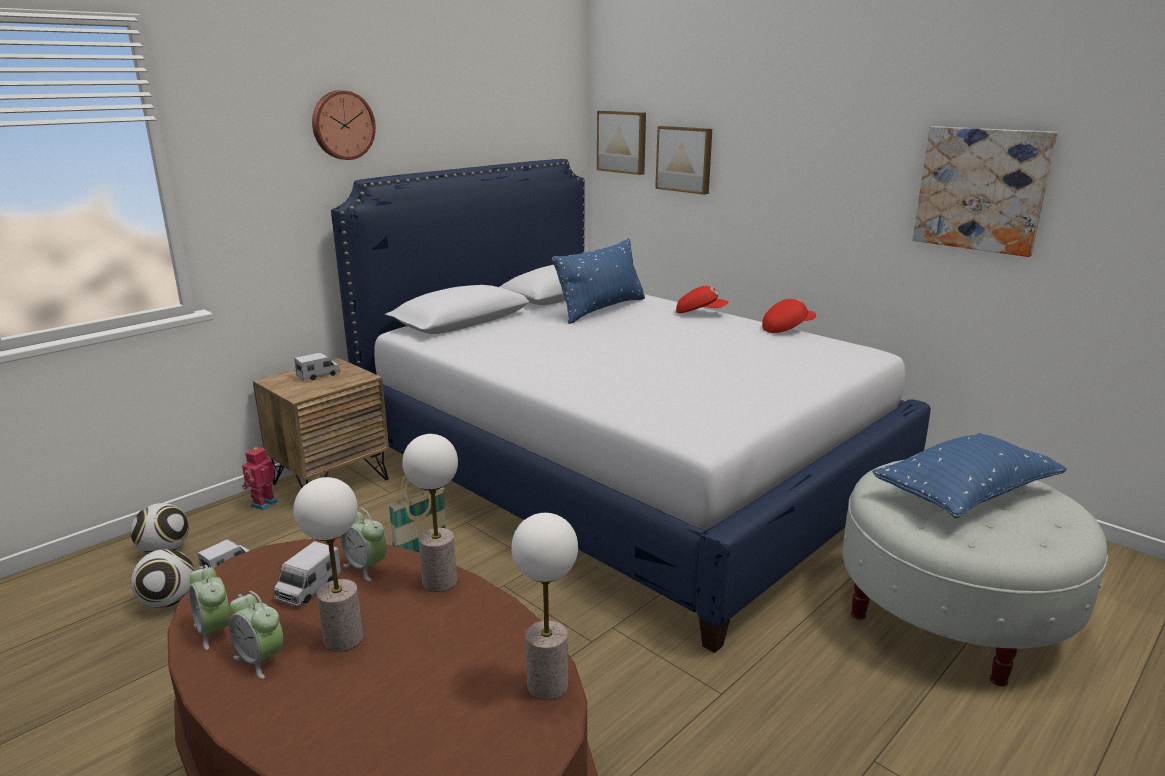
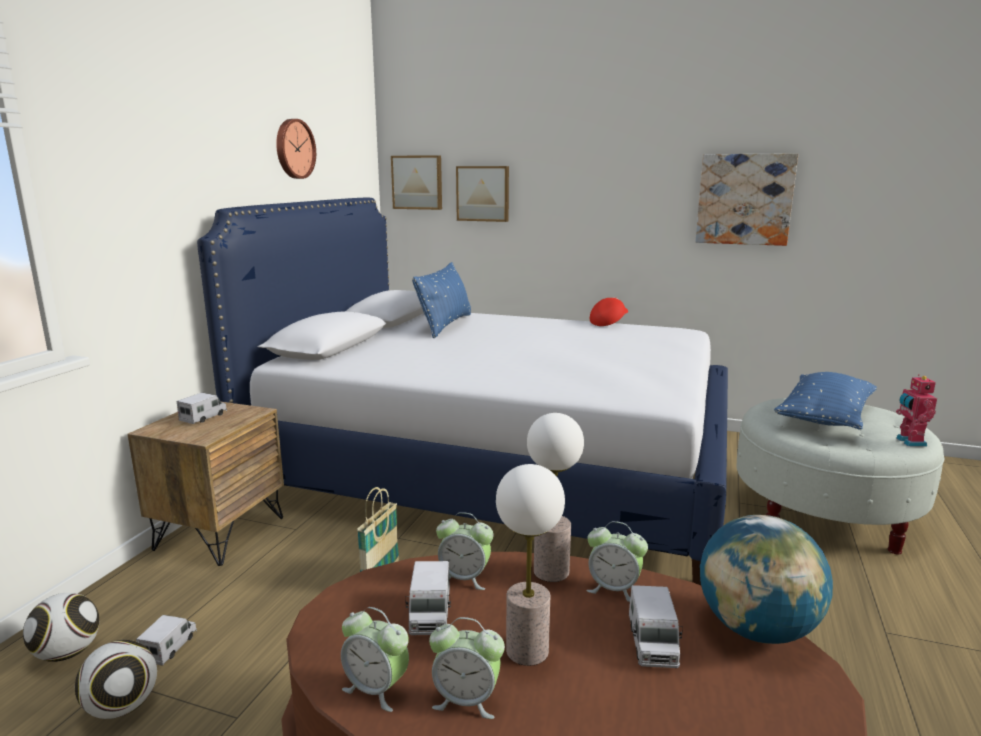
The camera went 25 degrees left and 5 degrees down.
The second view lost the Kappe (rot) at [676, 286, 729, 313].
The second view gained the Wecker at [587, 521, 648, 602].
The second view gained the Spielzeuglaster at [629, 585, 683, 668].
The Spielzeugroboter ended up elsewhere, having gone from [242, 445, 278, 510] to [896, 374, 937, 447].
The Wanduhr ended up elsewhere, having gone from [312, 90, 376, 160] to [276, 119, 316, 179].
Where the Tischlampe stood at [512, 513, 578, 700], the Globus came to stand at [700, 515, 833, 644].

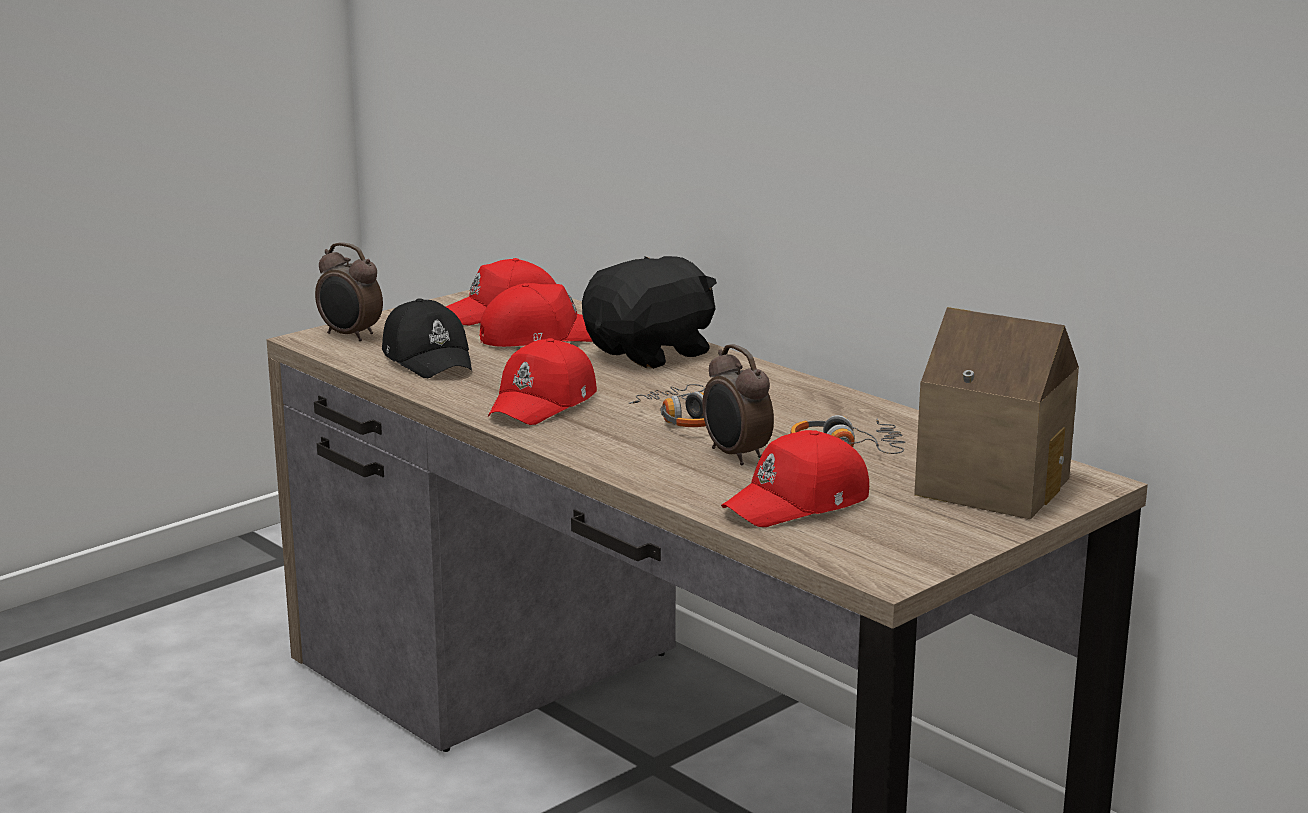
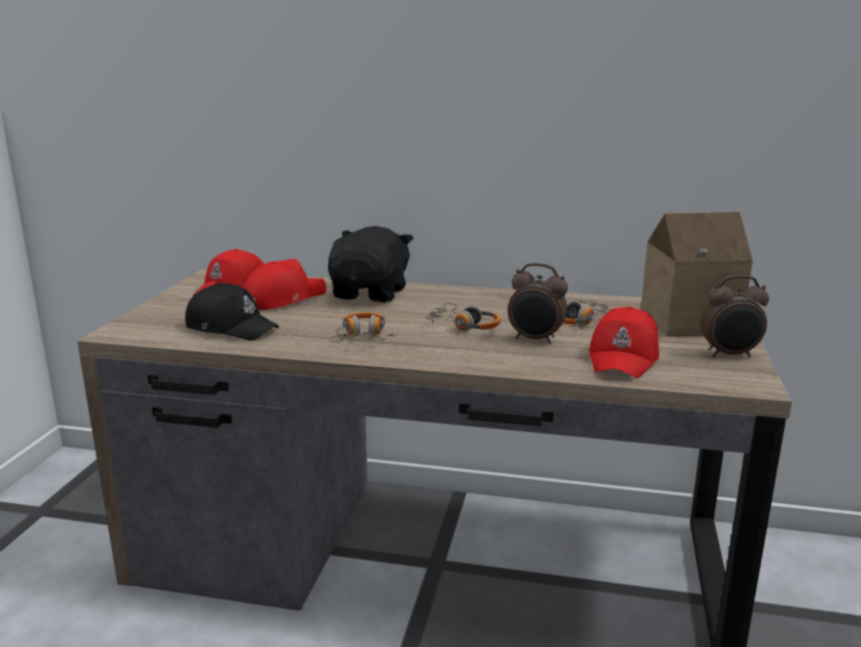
The camera went 35 degrees left and 0 degrees up.
The Wecker ended up elsewhere, having gone from [315, 242, 383, 341] to [700, 275, 769, 358].
Where the Kappe (rot) stood at [488, 338, 597, 425], the Kopfhörer came to stand at [329, 312, 397, 343].

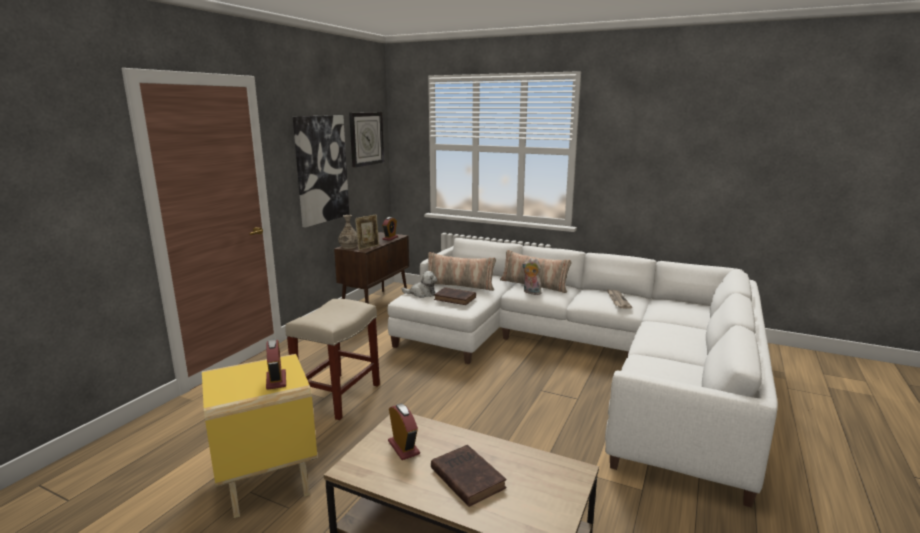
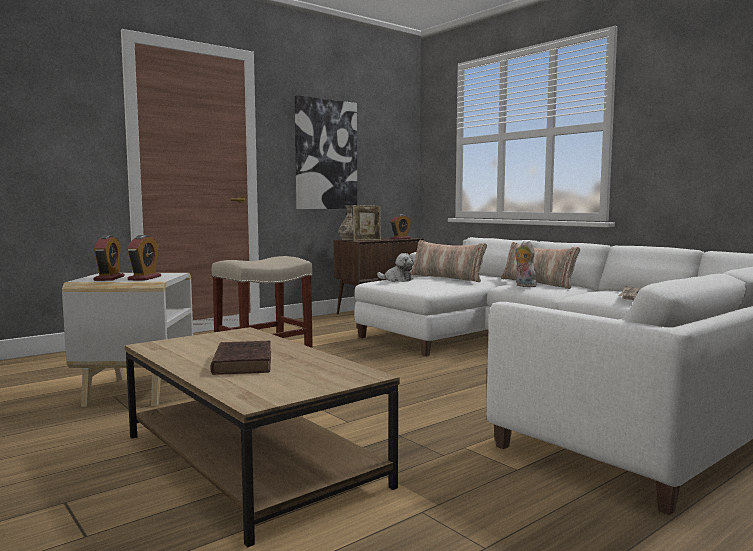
The camera went 25 degrees right and 10 degrees down.
The second view lost the Wanduhr at [349, 112, 384, 167].
The second view lost the Buch (braun) at [434, 287, 476, 305].
The Wecker ended up elsewhere, having gone from [388, 404, 420, 460] to [93, 235, 124, 281].
What was the Beistelltisch (gelb) at [202, 354, 317, 518] turned into the Beistelltisch (weiß) at [62, 273, 193, 407].

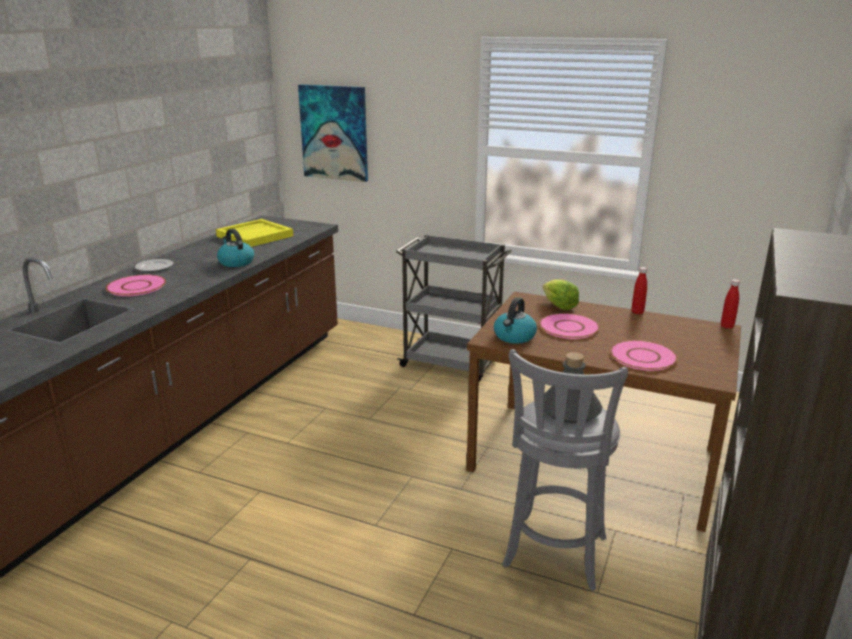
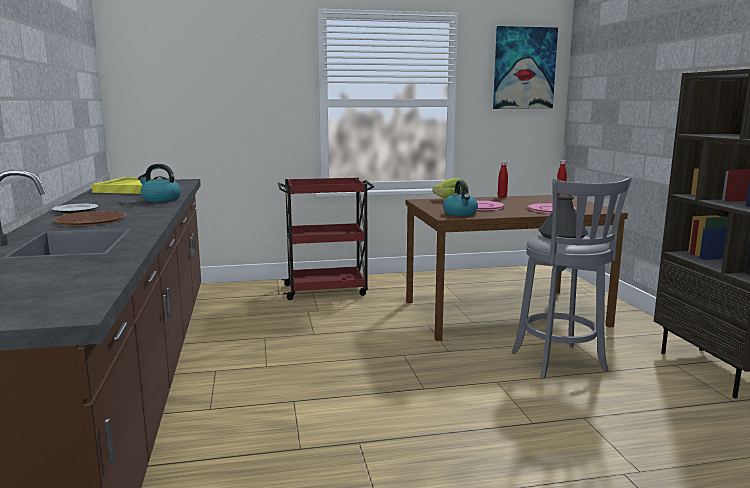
The camera went 35 degrees left and 10 degrees down.
The Bild ended up elsewhere, having gone from [298, 84, 368, 182] to [493, 26, 558, 109].
What was the Teller (rosa) at [106, 275, 166, 296] turned into the Teller (braun) at [54, 211, 126, 226].
What was the Rollwagen (grau) at [396, 235, 512, 382] turned into the Rollwagen (rot) at [278, 177, 374, 300].

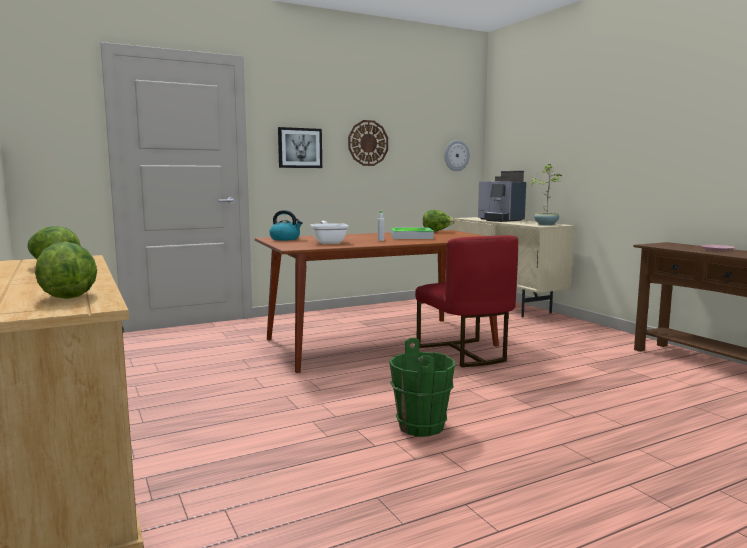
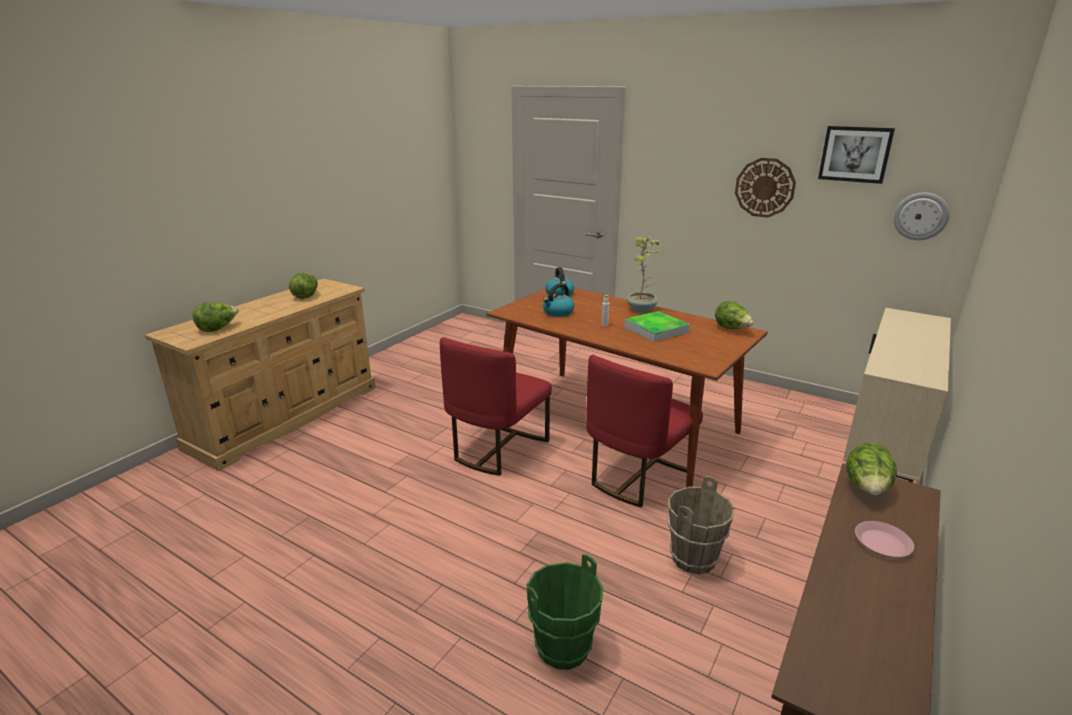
The camera went 60 degrees right and 15 degrees up.
The second view lost the Kaffeemaschine at [478, 171, 526, 222].
The second view gained the Stuhl (rot) at [440, 337, 552, 476].
The second view gained the Eimer (braun) at [667, 476, 735, 574].
The second view gained the Salatkopf at [846, 443, 897, 495].
The Bild ended up elsewhere, having gone from [278, 127, 322, 168] to [818, 126, 895, 184].
The Eimer (grün) ended up elsewhere, having gone from [389, 338, 455, 437] to [526, 554, 604, 670].
The Topfpflanze ended up elsewhere, having gone from [529, 164, 562, 225] to [627, 236, 664, 313].
Where the Pfanne stood at [310, 221, 349, 244], the Wasserkessel came to stand at [543, 283, 575, 317].

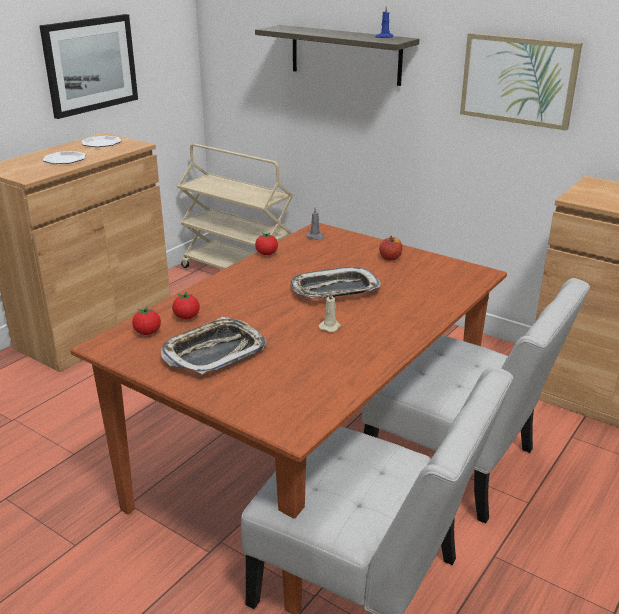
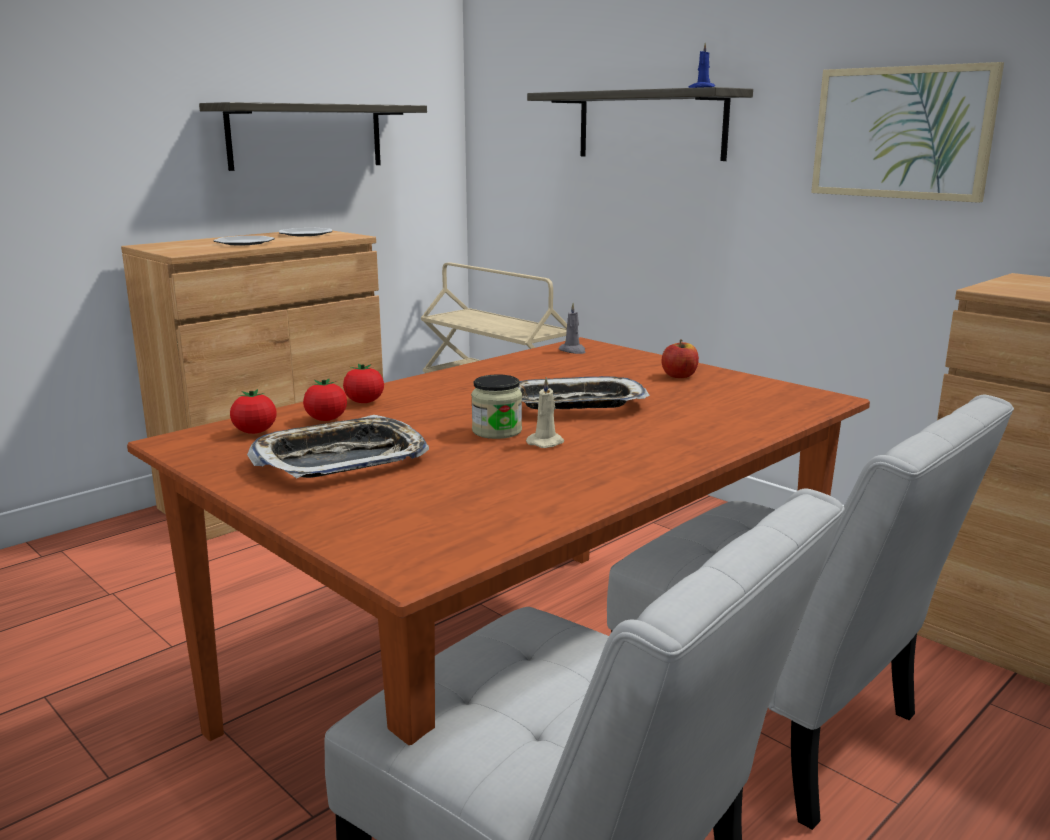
The camera went 10 degrees right and 10 degrees down.
The second view gained the Vorratsglas at [471, 374, 522, 439].
The Tomate ended up elsewhere, having gone from [255, 232, 278, 255] to [343, 364, 384, 403].
Where the Bild hung at [39, 14, 138, 119], the Wandregal came to hang at [199, 102, 427, 171].

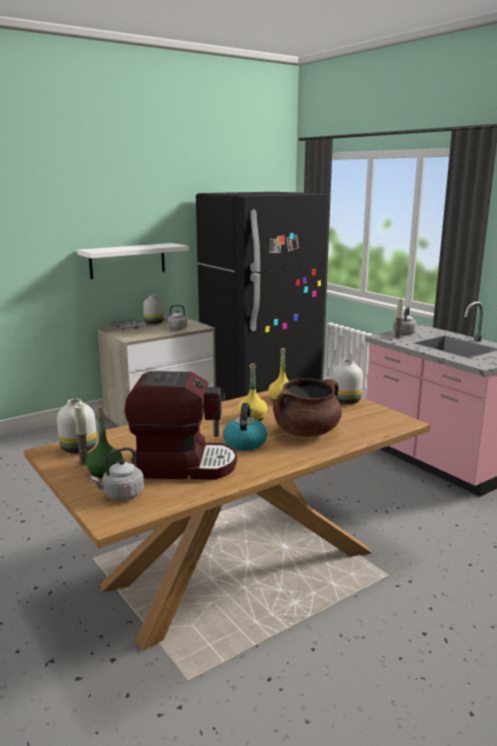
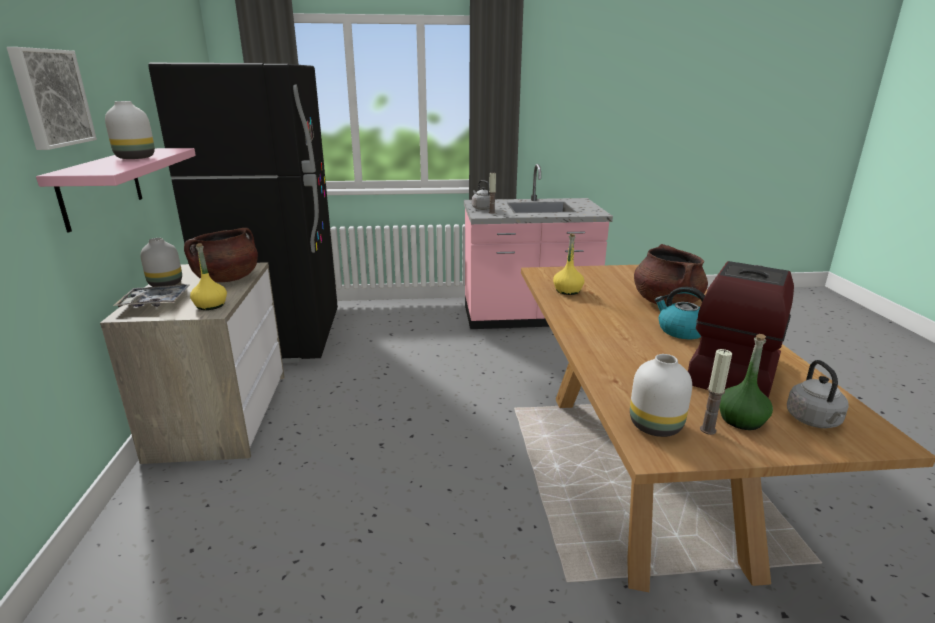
The camera went 60 degrees left and 5 degrees up.
The second view gained the Bild at [7, 47, 97, 150].
The Flasche (gelb) ended up elsewhere, having gone from [238, 363, 268, 421] to [190, 243, 227, 310].
The Vase (weiß) ended up elsewhere, having gone from [332, 359, 363, 404] to [105, 101, 155, 159].
Where the Wasserkessel (grau) stood at [162, 305, 187, 330], the Kochtopf (braun) came to stand at [184, 228, 258, 282].
What was the Wandregal (weiß) at [77, 243, 189, 279] turned into the Wandregal (rosa) at [36, 148, 196, 233].

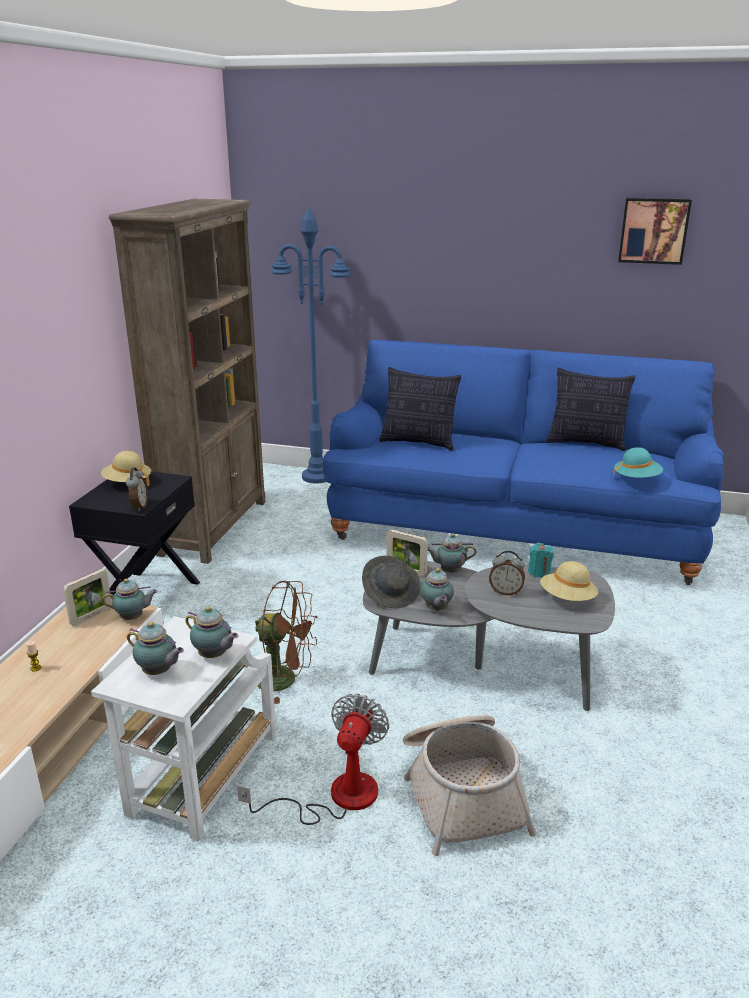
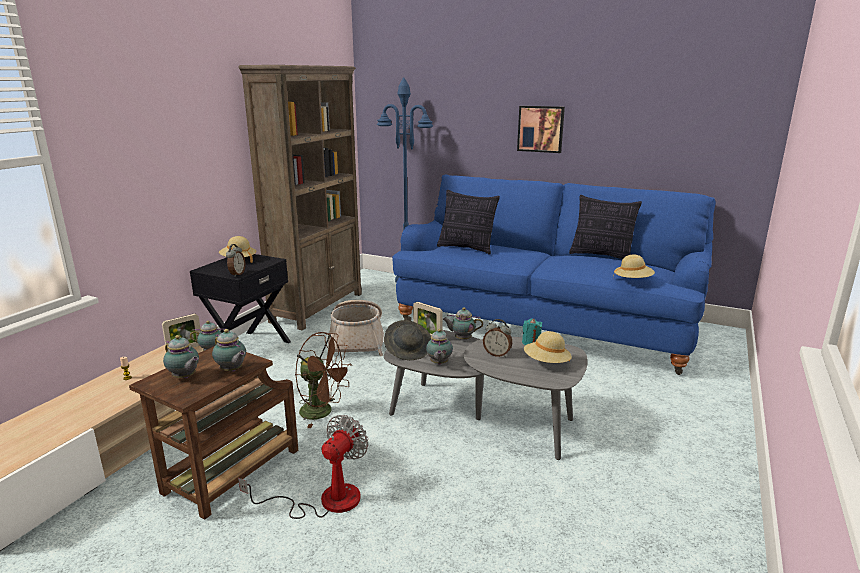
The camera went 10 degrees right and 5 degrees down.
The Korb ended up elsewhere, having gone from [403, 715, 537, 856] to [328, 300, 384, 356].
The Bild ended up elsewhere, having gone from [618, 198, 692, 265] to [517, 106, 565, 153].
What was the Beistelltisch (weiß) at [91, 616, 276, 842] turned into the Beistelltisch (braun) at [129, 346, 298, 520].
What was the Hut (türkis) at [613, 447, 663, 478] turned into the Hut (beige) at [613, 254, 655, 278].

